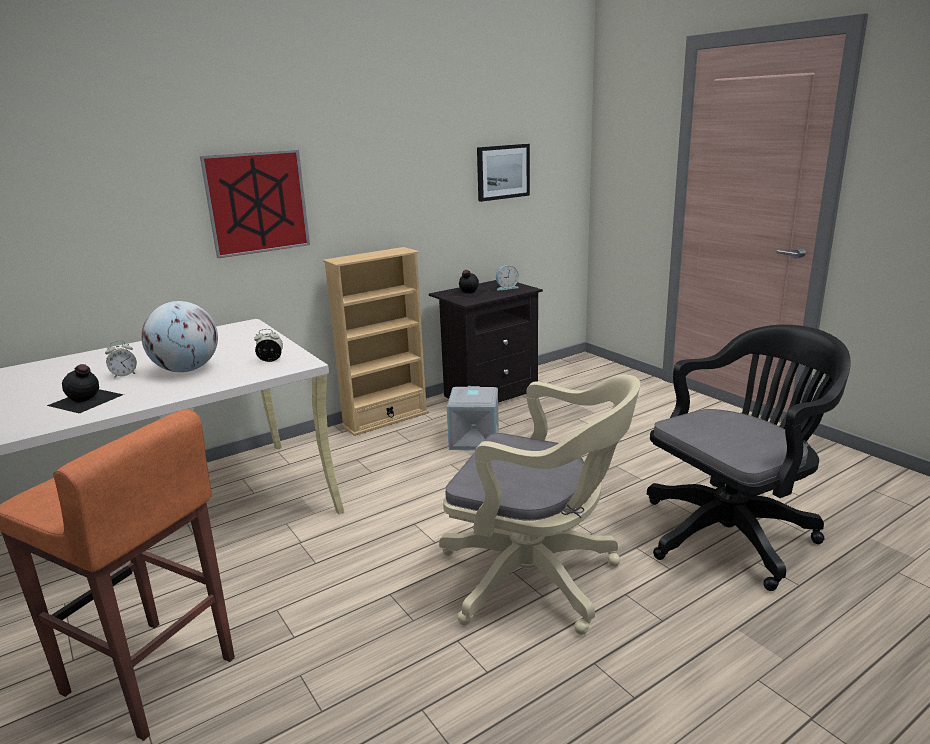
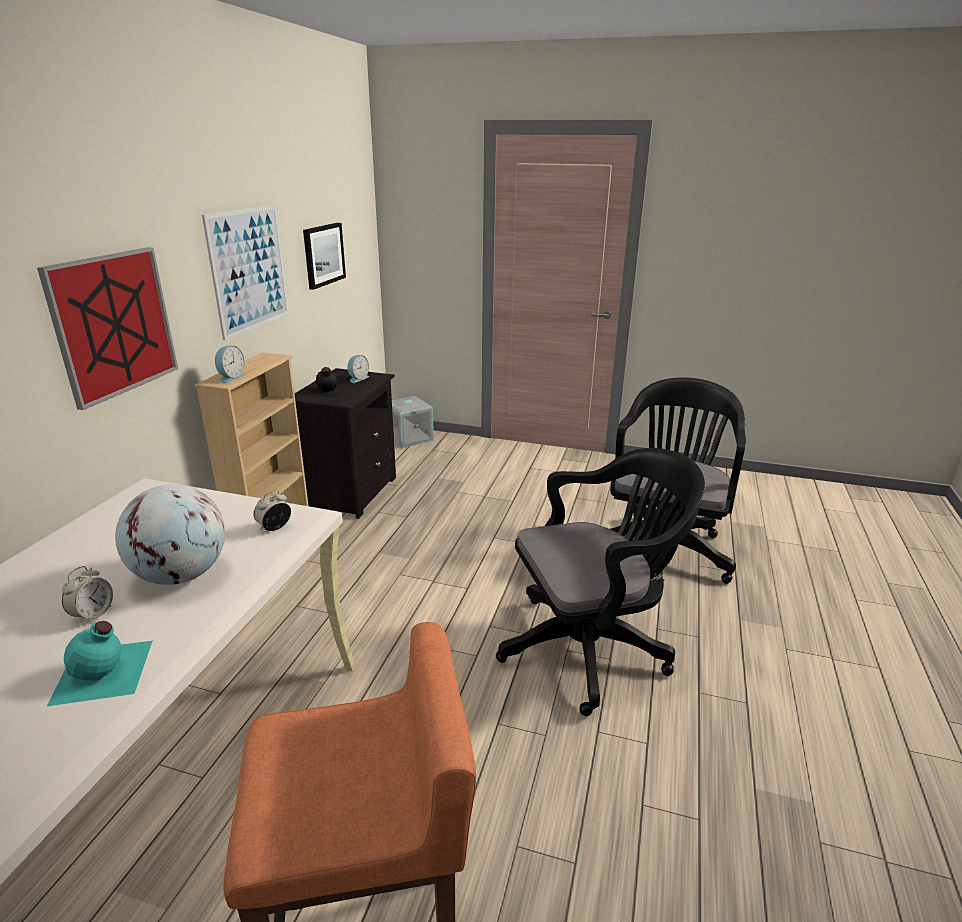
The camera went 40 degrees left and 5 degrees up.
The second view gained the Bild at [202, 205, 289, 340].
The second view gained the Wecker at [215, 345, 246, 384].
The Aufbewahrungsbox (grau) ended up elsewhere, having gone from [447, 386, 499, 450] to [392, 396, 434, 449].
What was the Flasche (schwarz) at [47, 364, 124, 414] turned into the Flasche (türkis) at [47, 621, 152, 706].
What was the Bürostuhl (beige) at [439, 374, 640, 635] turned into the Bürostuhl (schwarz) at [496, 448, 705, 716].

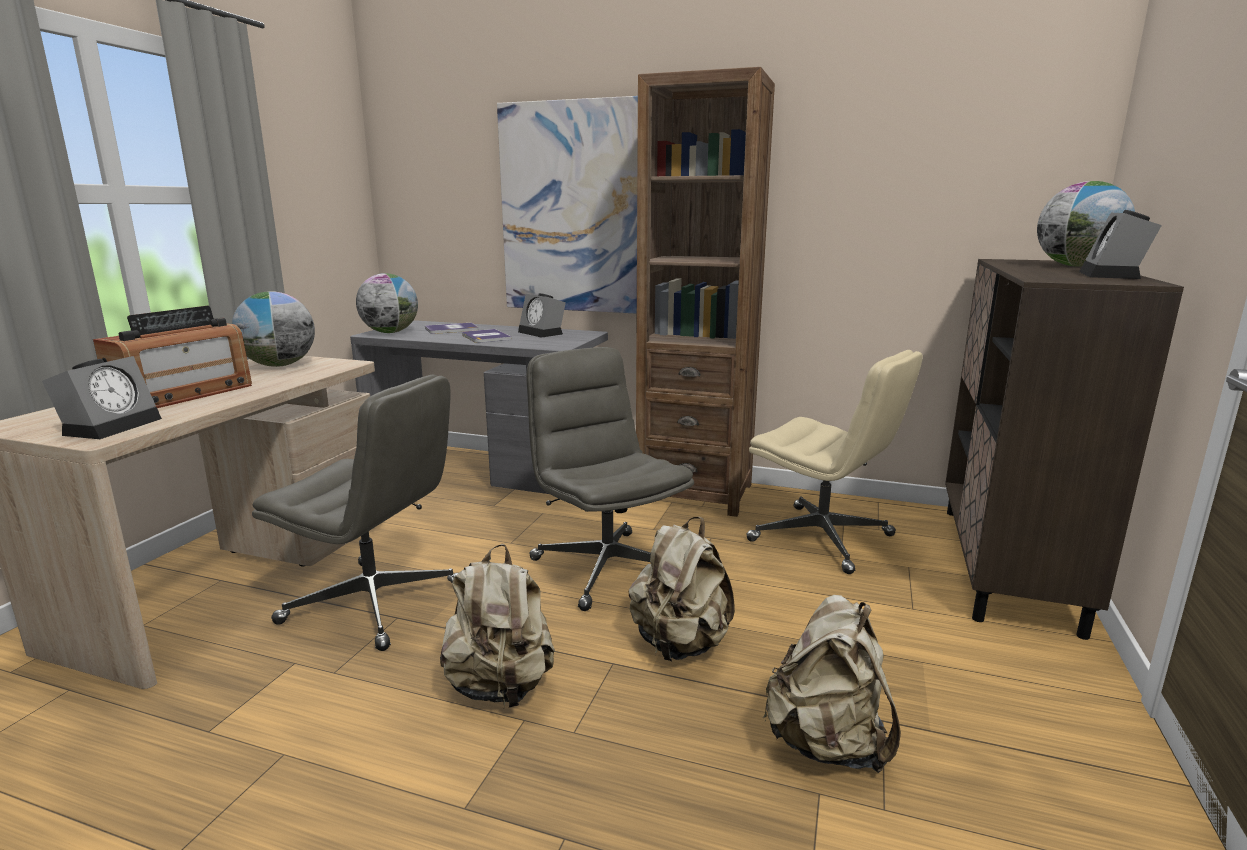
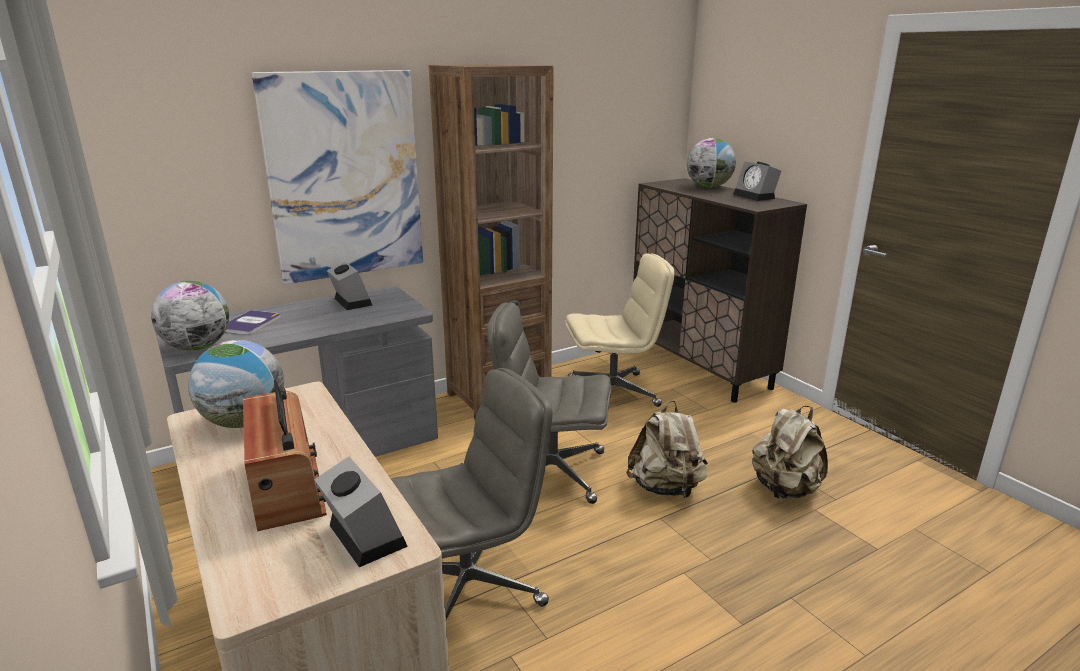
The camera went 50 degrees left and 5 degrees up.
The second view lost the Rucksack (beige) at [440, 544, 555, 709].
The second view lost the Buch at [462, 329, 512, 343].
The Wecker at [518, 293, 566, 338] ended up facing another way, 120 degrees counterclockwise from before.

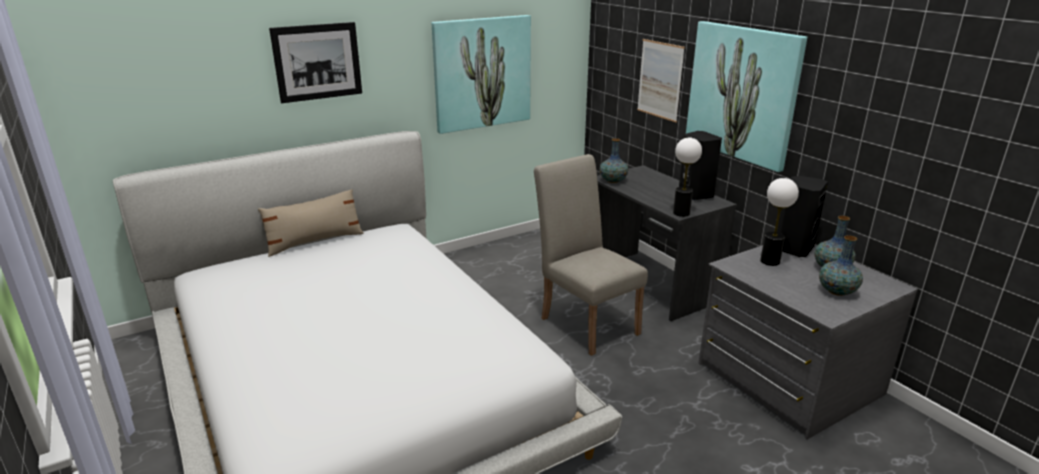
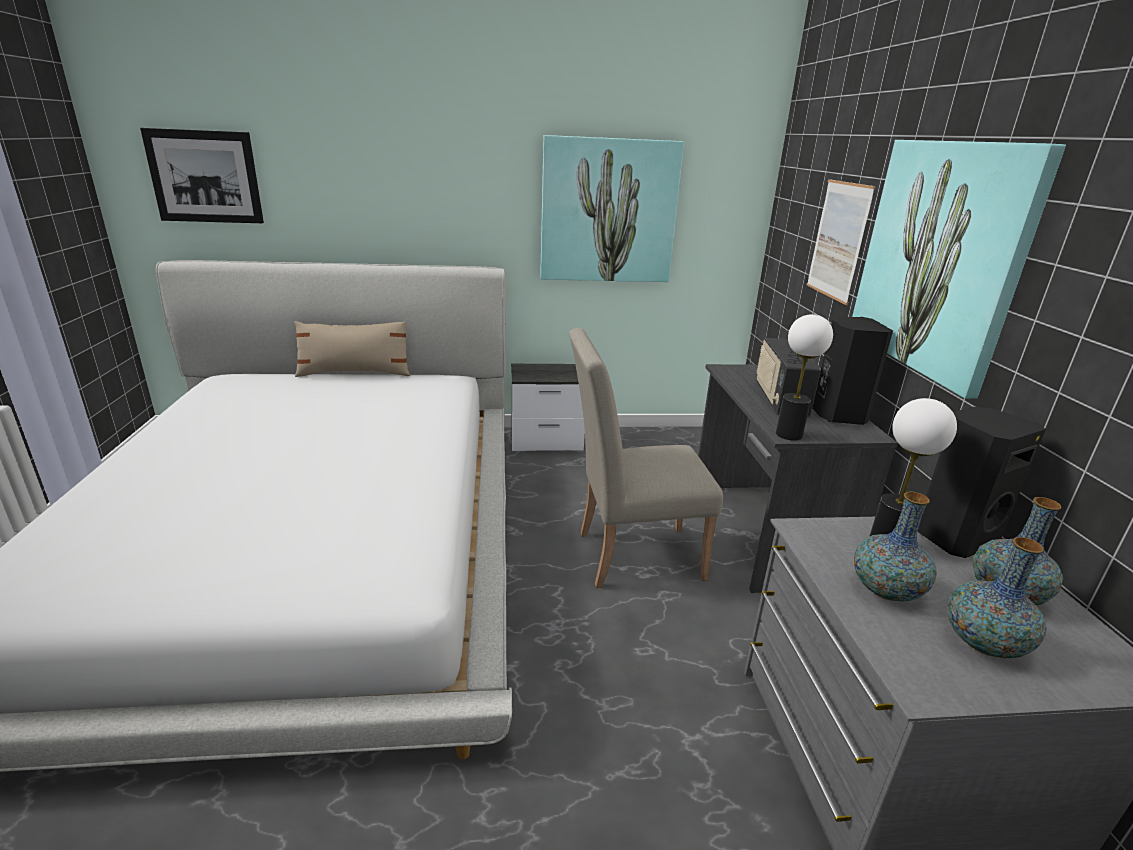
The camera went 25 degrees right and 0 degrees up.
The second view gained the Nachttisch at [511, 364, 585, 451].
The second view gained the Radio at [756, 338, 821, 417].
The Bild ended up elsewhere, having gone from [269, 22, 362, 103] to [140, 128, 264, 223].
The Vase ended up elsewhere, having gone from [600, 138, 628, 183] to [854, 491, 937, 601].
The Stuhl (beige) at [534, 154, 648, 356] ended up facing another way, 90 degrees counterclockwise from before.

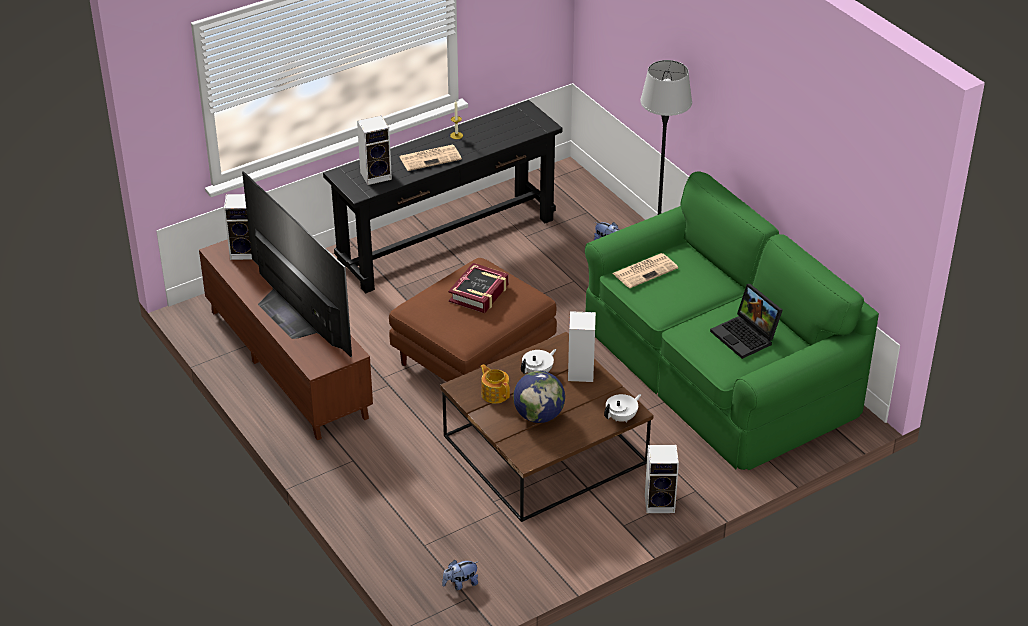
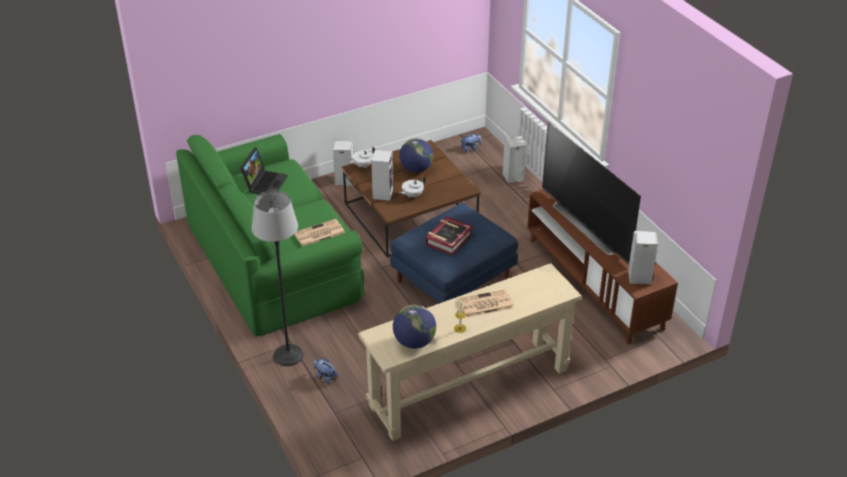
The camera went 175 degrees left and 0 degrees up.
The second view lost the Teekanne at [480, 364, 510, 404].
The second view gained the Globus at [393, 305, 436, 349].
The Lautsprecher ended up elsewhere, having gone from [357, 116, 392, 185] to [503, 136, 527, 183].
What was the Konsolentisch (schwarz) at [323, 100, 562, 293] turned into the Konsolentisch (beige) at [358, 263, 582, 441].
What was the Polsterhocker (braun) at [389, 258, 557, 382] turned into the Polsterhocker (blau) at [390, 203, 518, 303].
The Laptop at [710, 284, 783, 359] ended up facing another way, 45 degrees clockwise from before.

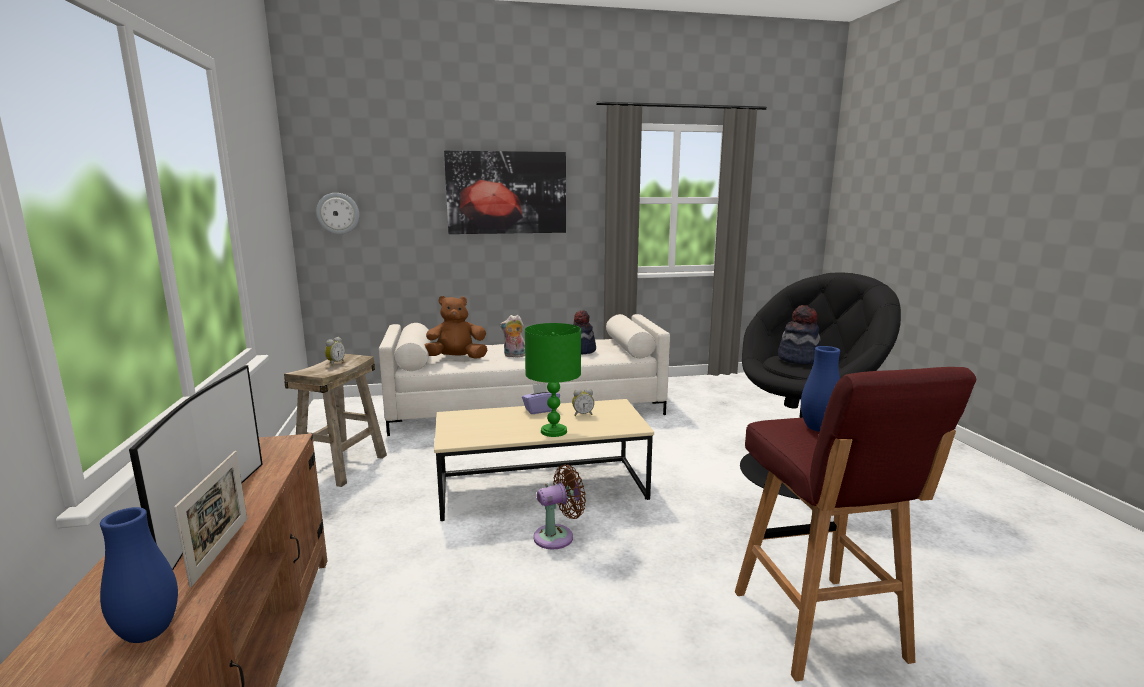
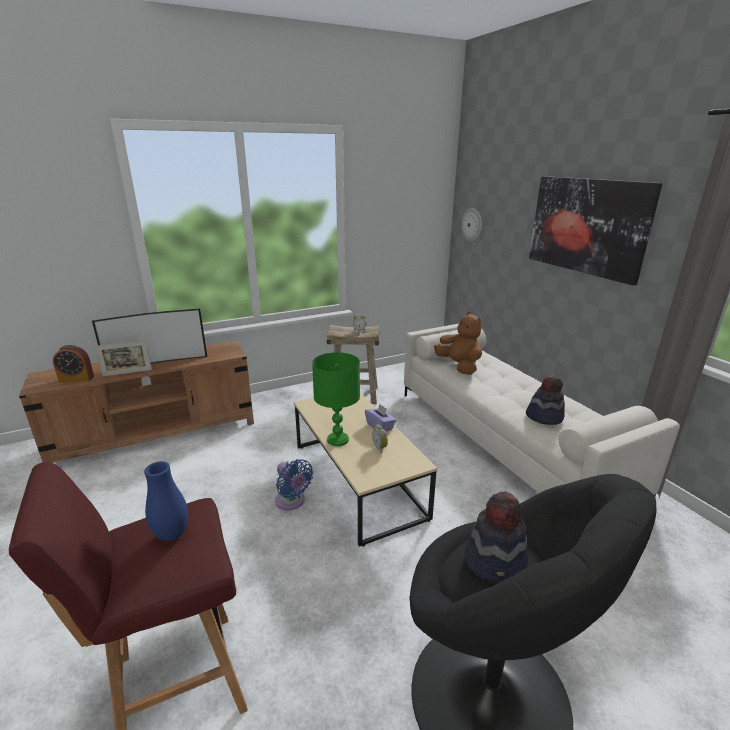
The camera went 75 degrees right and 10 degrees up.
The second view lost the Plüschtier at [500, 315, 525, 357].
Where the Vase (blau) stood at [100, 507, 178, 643], the Wecker came to stand at [53, 345, 94, 383].
What was the Ventilator (braun) at [533, 465, 586, 549] turned into the Ventilator (blau) at [275, 459, 313, 510].

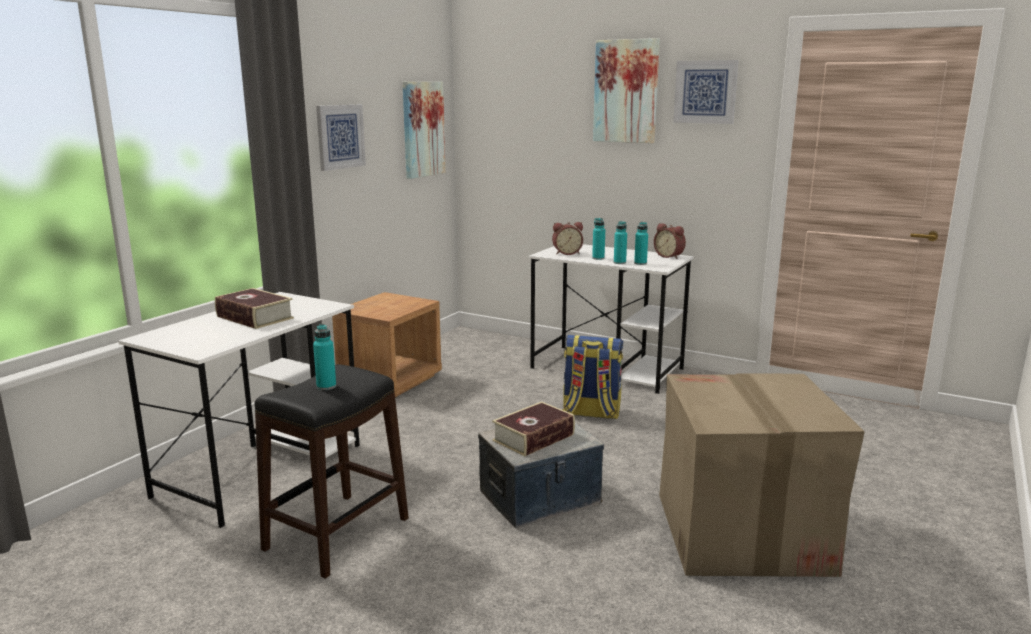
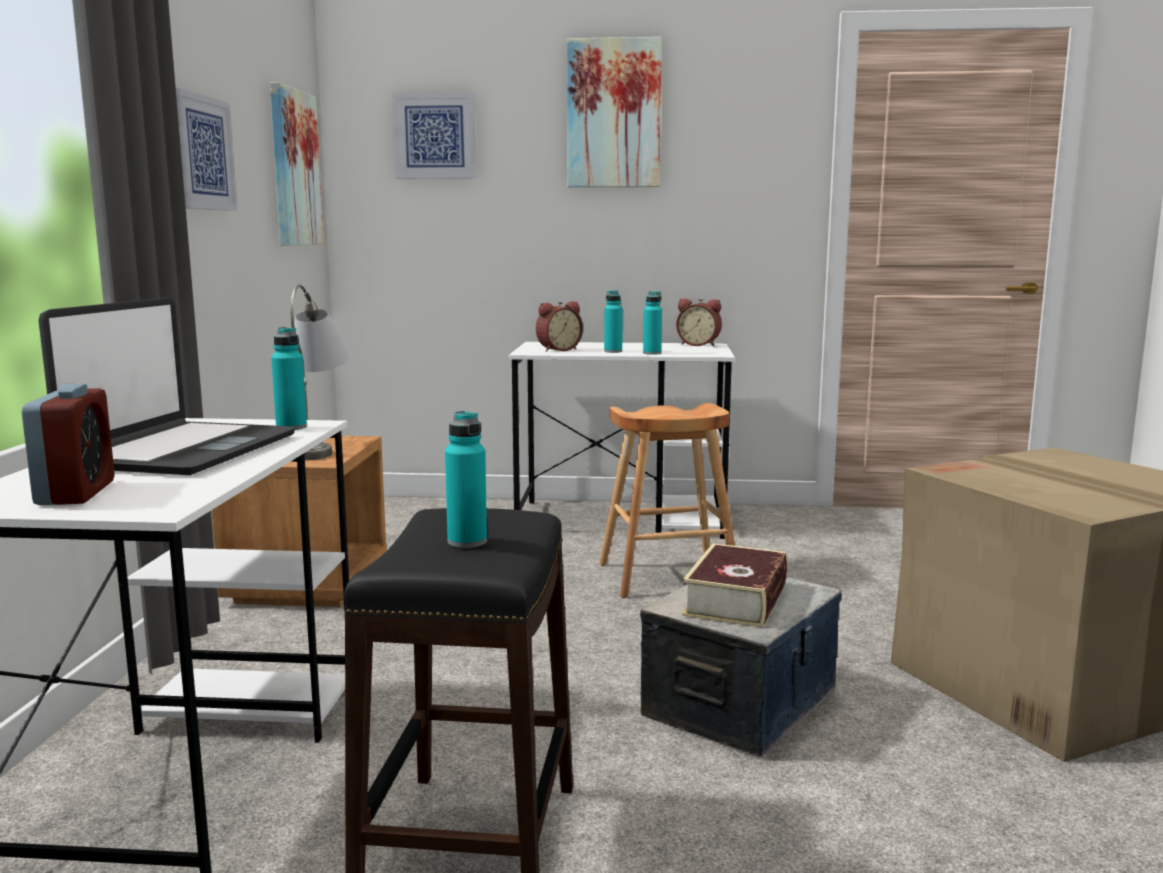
The camera went 25 degrees left and 5 degrees down.
The second view gained the Wecker at [22, 383, 114, 505].
The second view gained the Tischlampe (grau) at [290, 284, 350, 460].
The Flasche (türkis) ended up elsewhere, having gone from [634, 222, 648, 265] to [271, 327, 307, 430].
The Bild ended up elsewhere, having gone from [673, 60, 738, 124] to [392, 93, 476, 178].
Where the Buch stood at [215, 288, 294, 329], the Laptop came to stand at [39, 297, 295, 475].
Where the Rucksack stood at [563, 335, 623, 419], the Hocker (braun) came to stand at [599, 403, 735, 598].

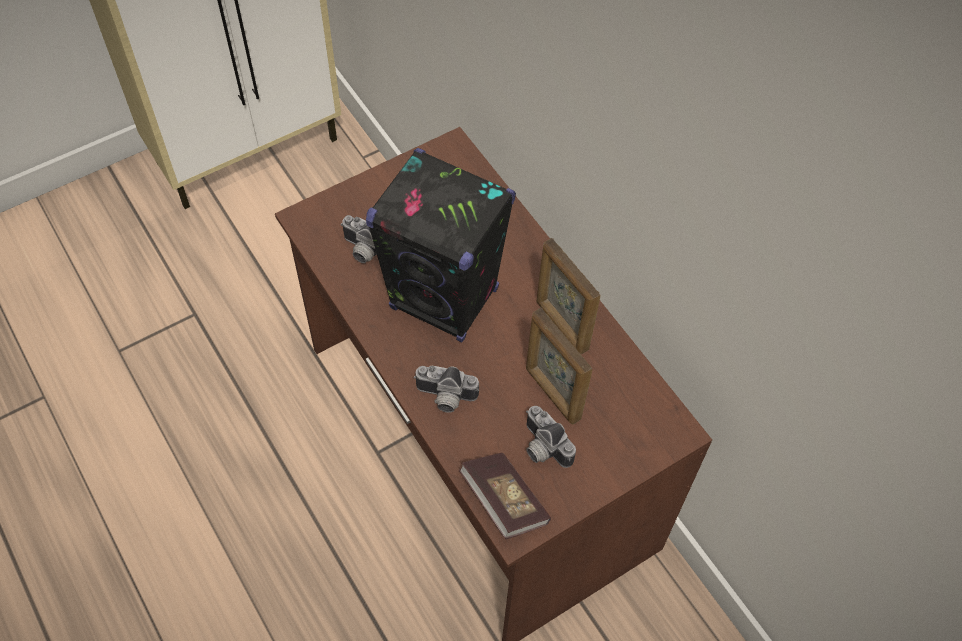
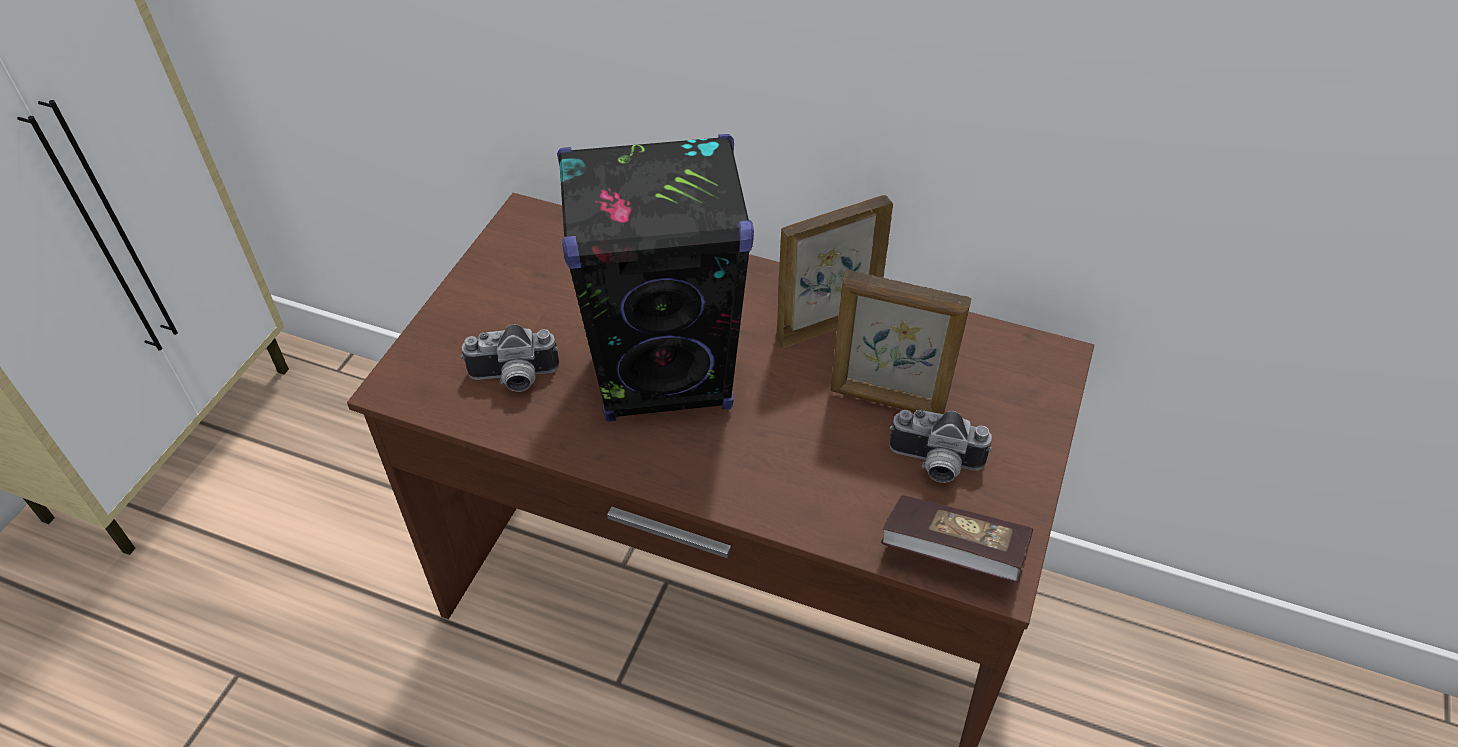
The camera went 35 degrees left and 10 degrees down.
The second view lost the Kamera at [414, 366, 479, 413].
The Bilderrahmen at [536, 238, 600, 354] ended up facing another way, 135 degrees clockwise from before.

